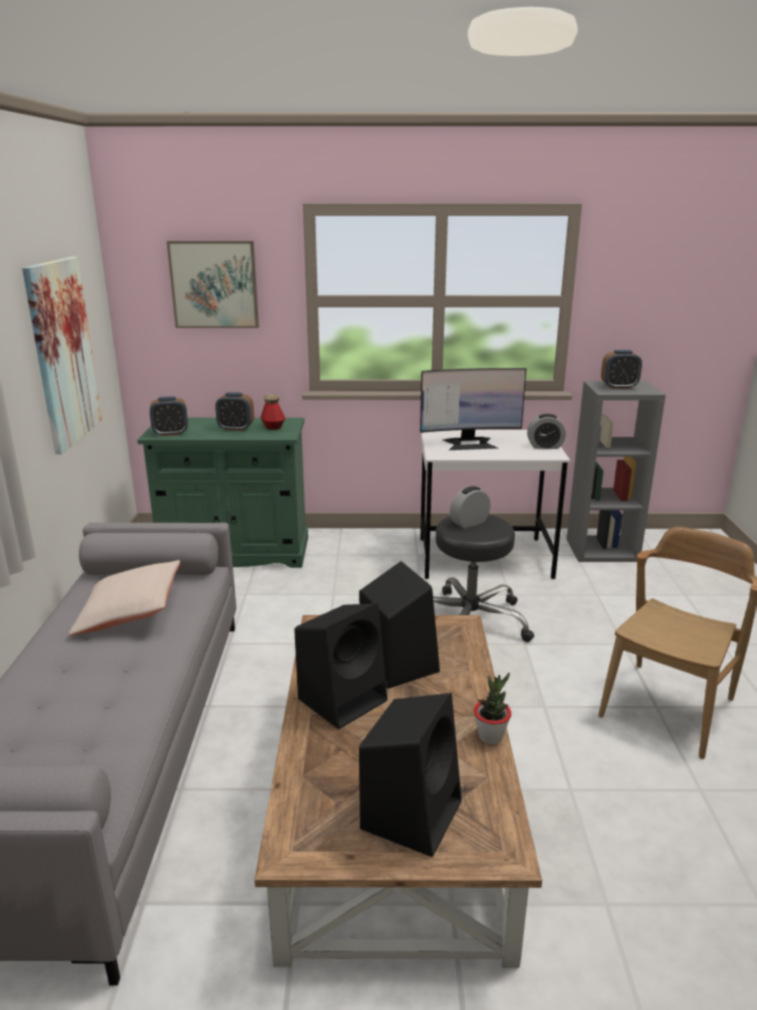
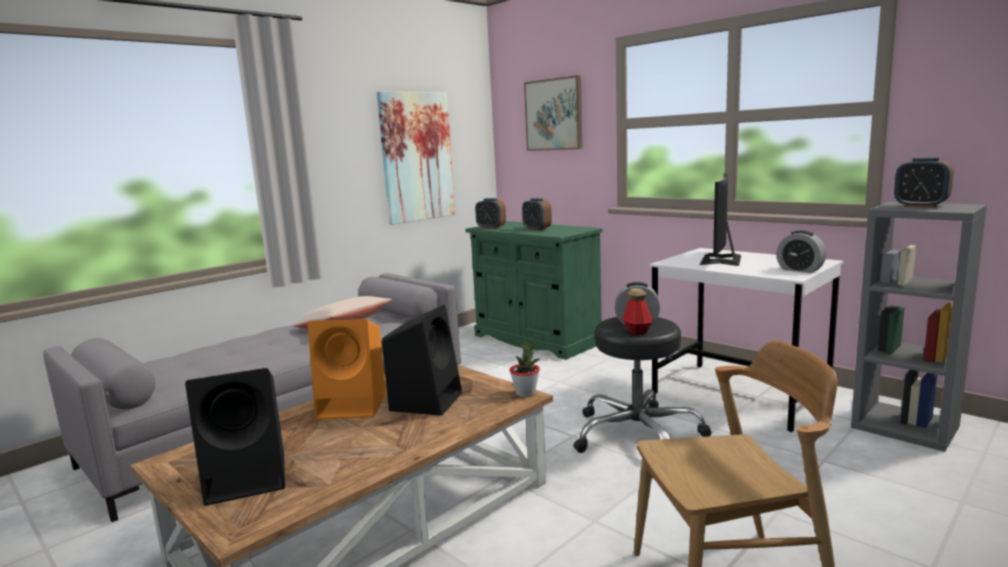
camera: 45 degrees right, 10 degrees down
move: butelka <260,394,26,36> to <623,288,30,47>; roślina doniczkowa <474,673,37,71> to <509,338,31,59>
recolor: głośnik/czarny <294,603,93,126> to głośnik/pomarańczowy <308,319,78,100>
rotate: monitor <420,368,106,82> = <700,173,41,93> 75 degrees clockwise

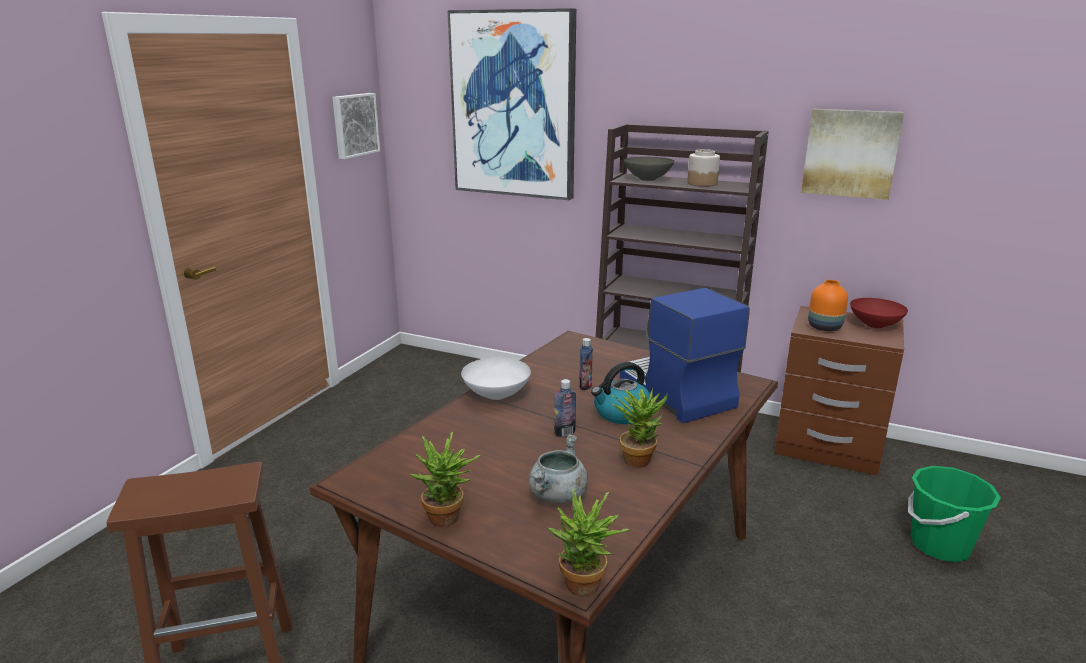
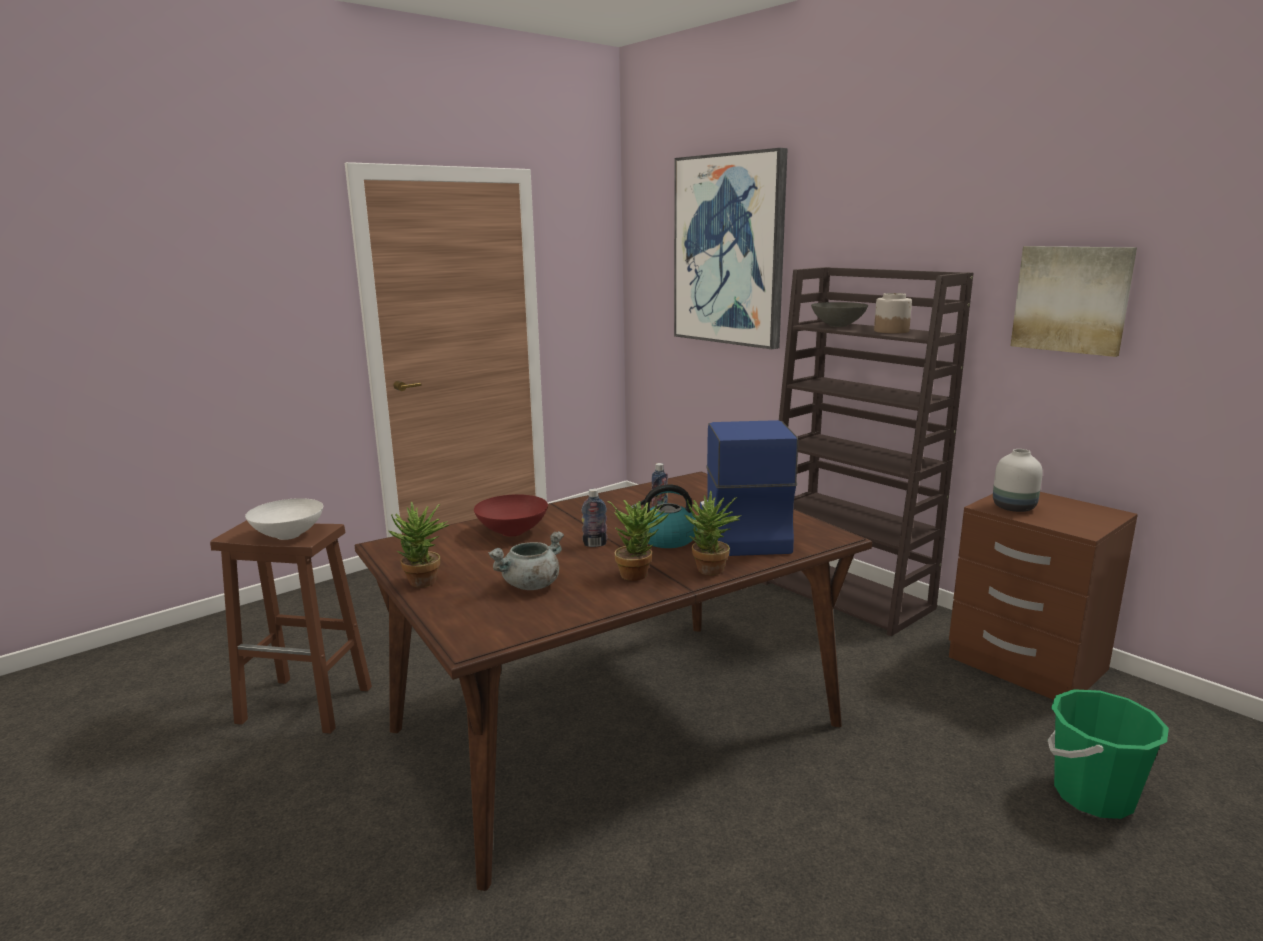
camera: 25 degrees right, 5 degrees down
delete: obraz <332,93,48,66>
move: miska/biały <461,357,70,43> to <245,498,78,42>; roślina doniczkowa <548,488,82,109> to <685,491,57,84>; miska/czerwony <850,298,58,30> to <474,494,74,43>
recolor: wazon/pomarańczowy <808,280,40,51> to wazon/biały <993,449,50,63>

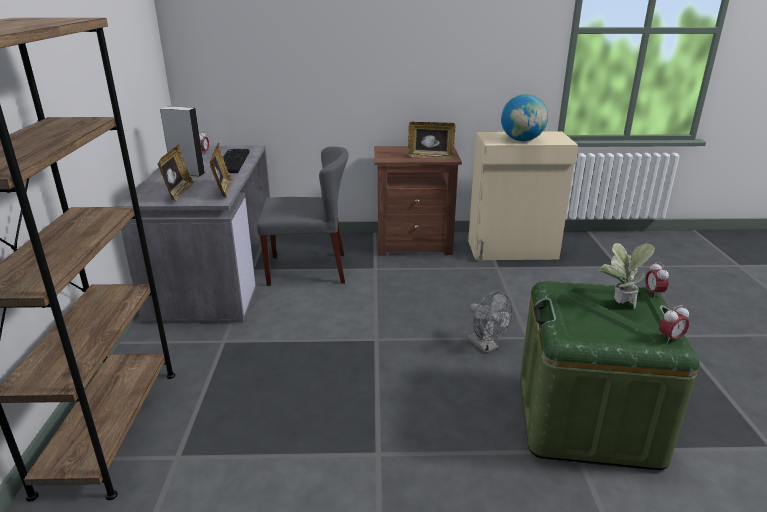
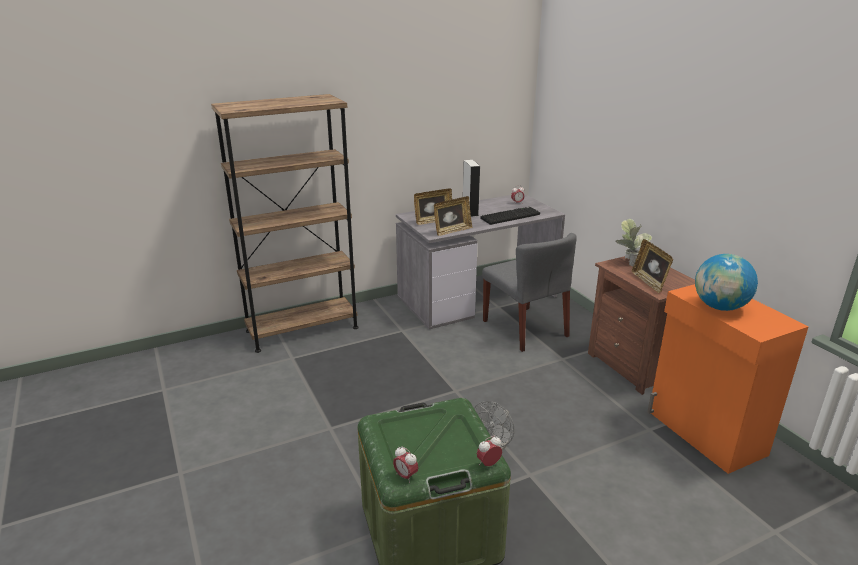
camera: 65 degrees right, 0 degrees up
move: roślina doniczkowa <599,243,56,66> to <616,219,36,47>
recolor: szafka/beżowy <468,132,110,128> to szafka/pomarańczowy <647,284,162,190>

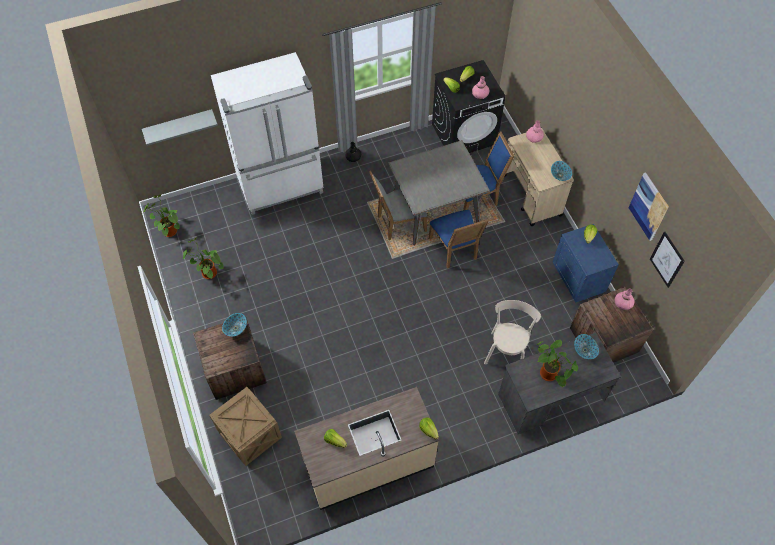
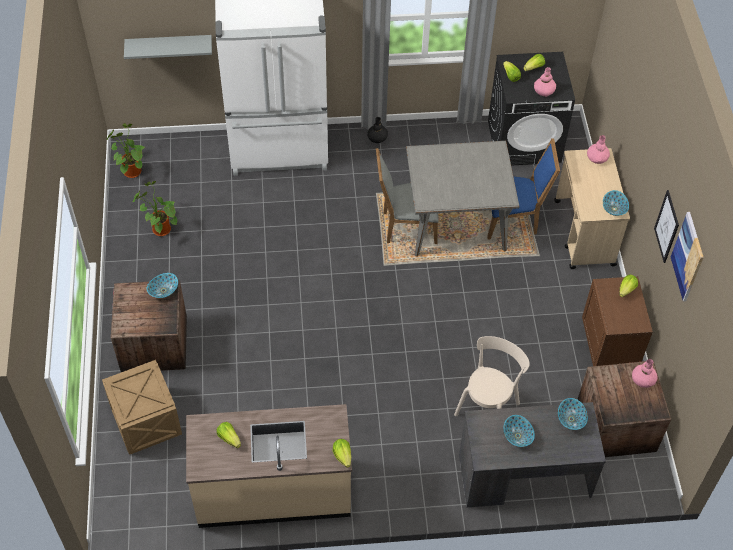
camera: 15 degrees right, 5 degrees down
delete: krzesło/niebieski <429,210,60,59>
move: obraz <650,232,35,56> to <654,190,25,73>
replace: roślina doniczkowa <537,339,41,48> to miska <504,415,31,32>
recolor: szafka nocna/niebieski <553,224,66,78> to szafka nocna/brązowy <582,276,71,90>

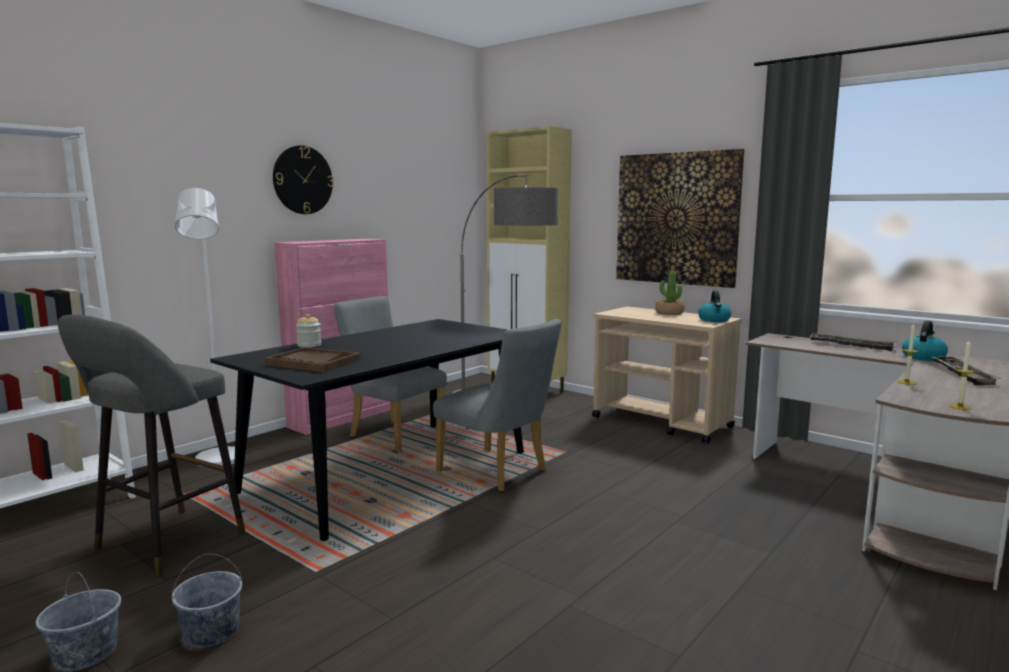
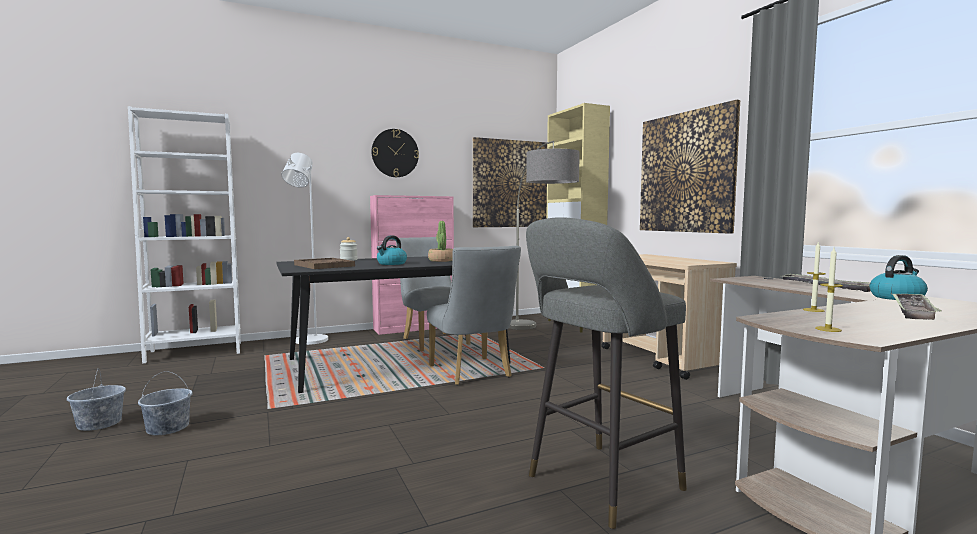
camera: 25 degrees right, 5 degrees down
insert: obraz <473,137,74,90>
move: stołek/szary <58,314,187,262> to <526,217,161,312>; roślina doniczkowa <655,271,29,44> to <428,221,25,41>; czajnik <698,290,33,32> to <377,236,30,29>

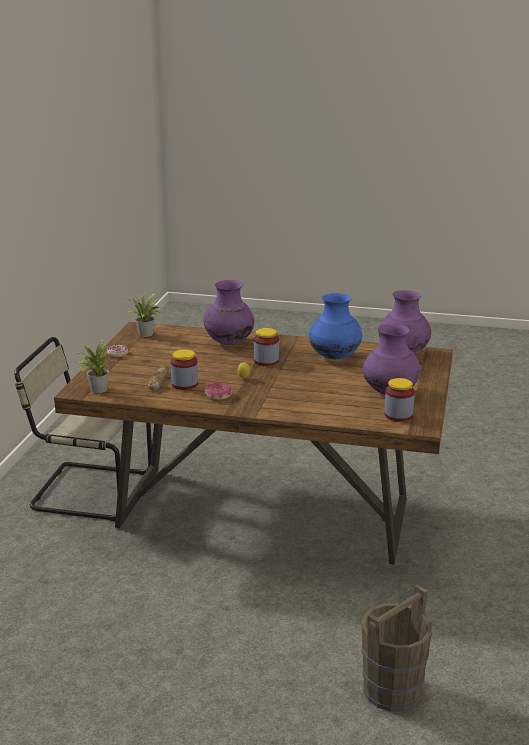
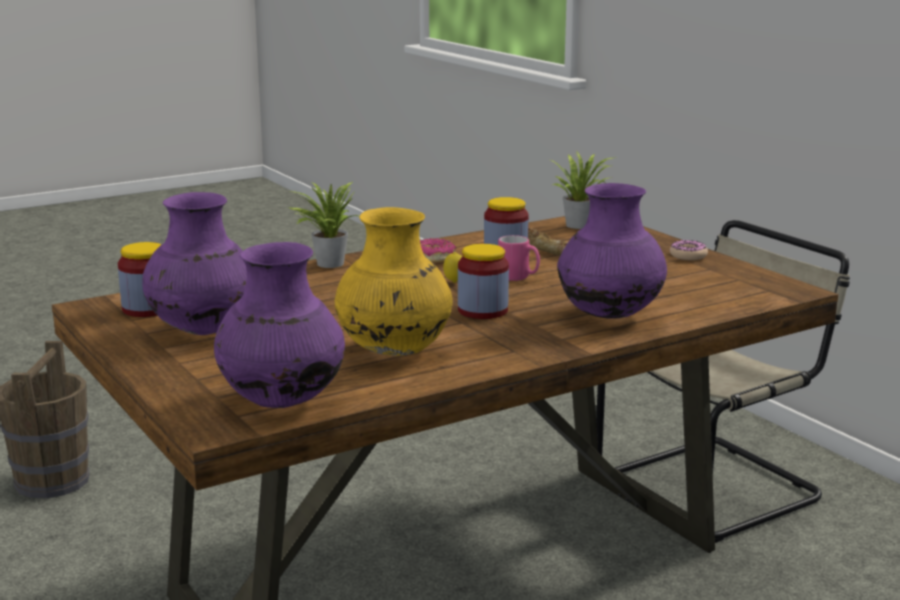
camera: 135 degrees right, 5 degrees down
insert: kubek/różowy <498,235,42,46>
move: roślina doniczkowa <127,292,34,45> to <289,182,71,86>
recolor: wazon/niebieski <309,293,53,66> to wazon/żółty <335,207,118,149>

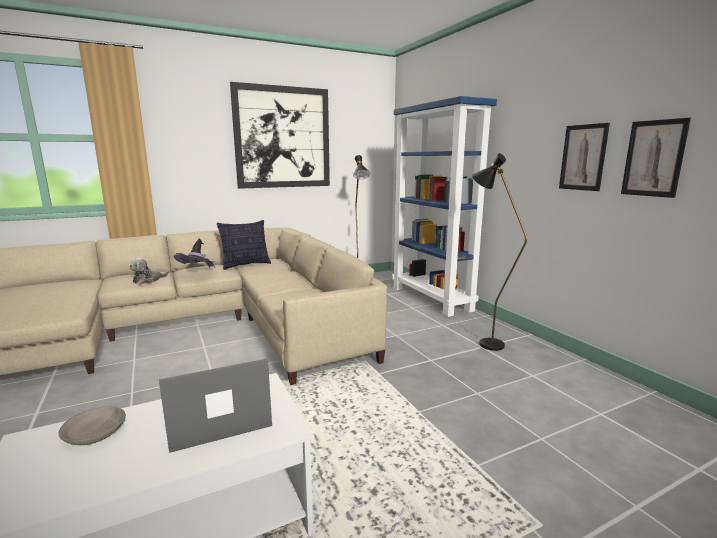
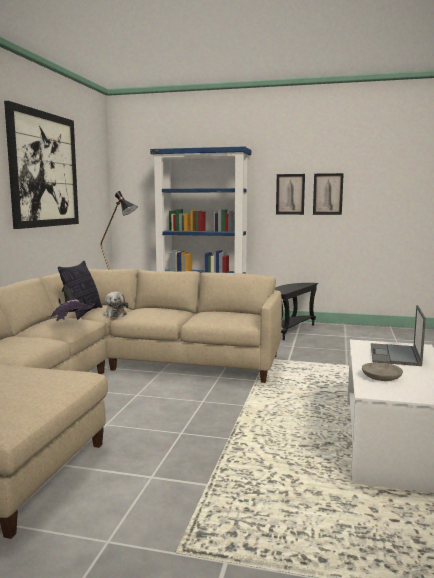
camera: 50 degrees left, 5 degrees down
move: pluszak <129,258,40,26> to <103,292,25,26>; obraz <621,118,70,80> to <276,174,29,41>
replace: lampa stojąca/czarny <472,153,55,198> to stolik/czarny <275,283,43,57>

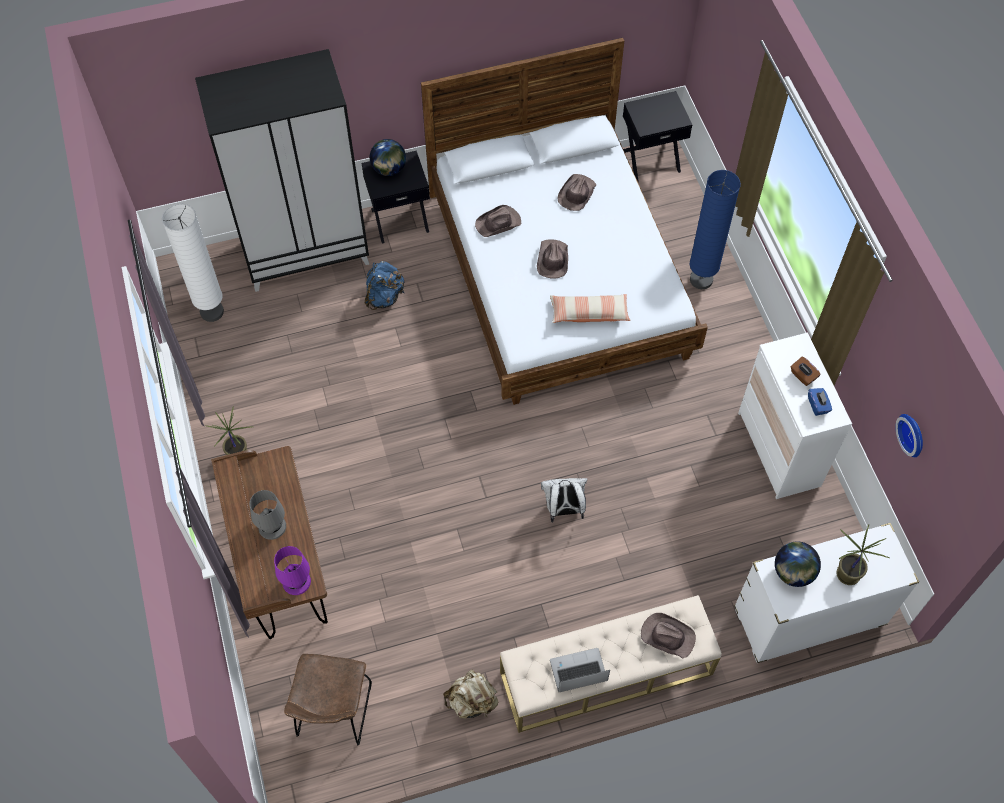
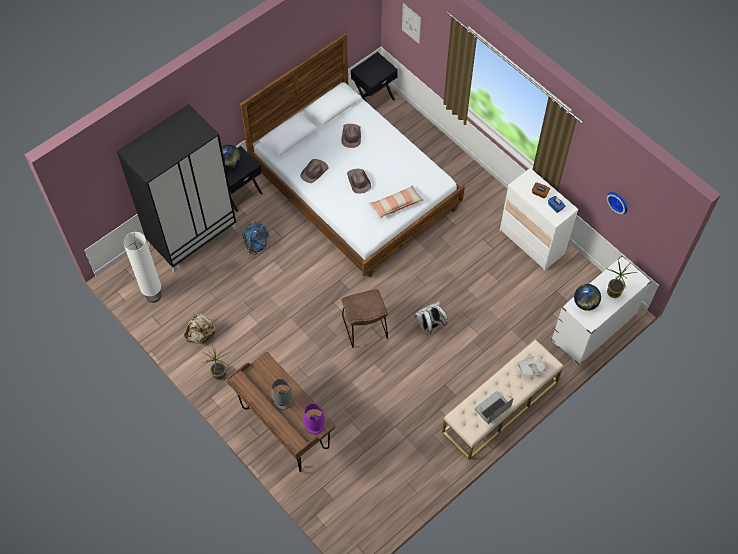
camera: 25 degrees left, 0 degrees up
delete: lampa stojąca/niebieski <690,170,51,119>
insert: obraz <402,3,19,41>
move: krzesło/brązowy <284,654,88,92> to <342,289,46,59>; plecak/beżowy <443,670,56,49> to <184,314,33,30>
replace: kapelusz/brązowy <641,613,55,46> to gazeta <518,355,27,20>

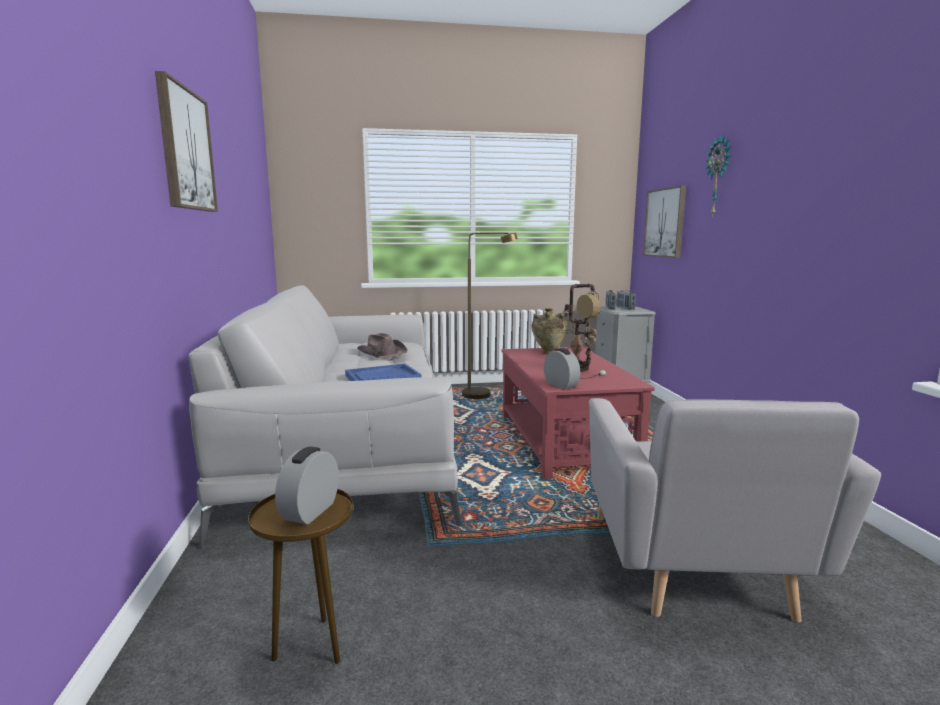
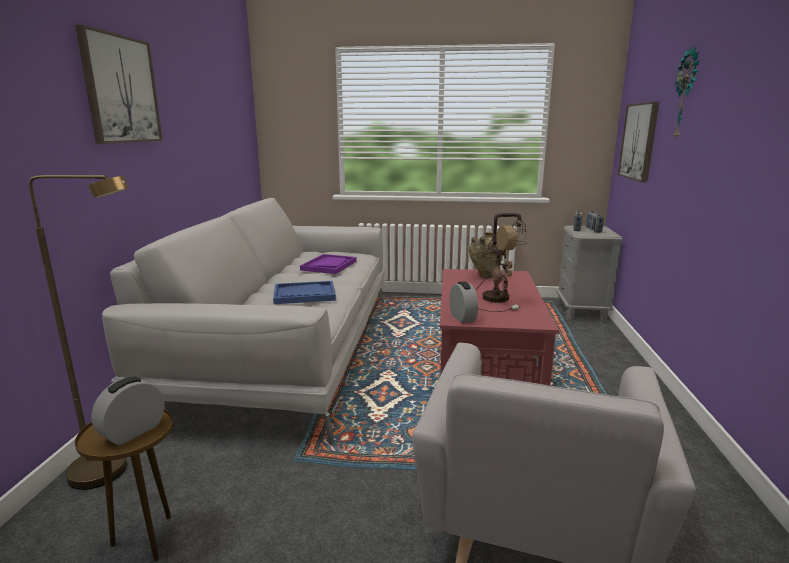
camera: 15 degrees right, 5 degrees up
move: lampa stojąca/brązowy <462,232,56,167> to <29,175,100,315>
replace: kapelusz/brązowy <357,333,50,26> to taca/fioletowy <300,254,57,20>

